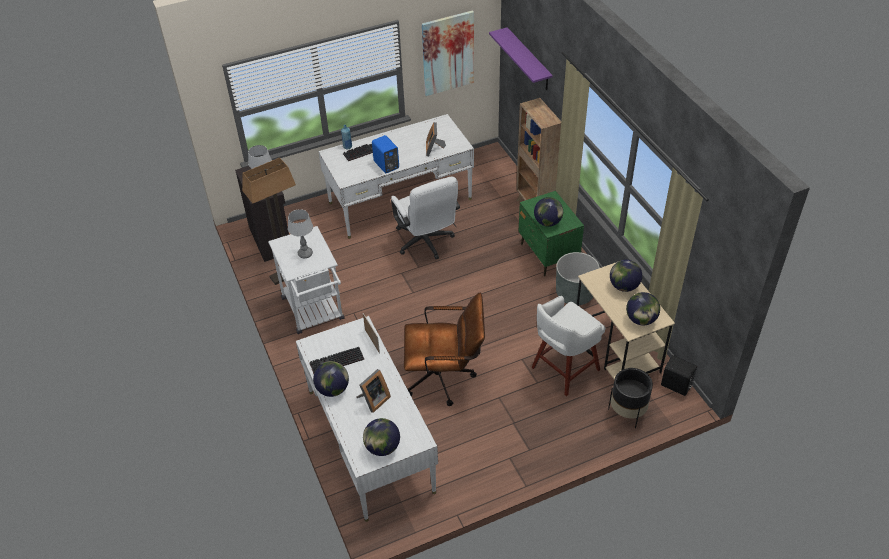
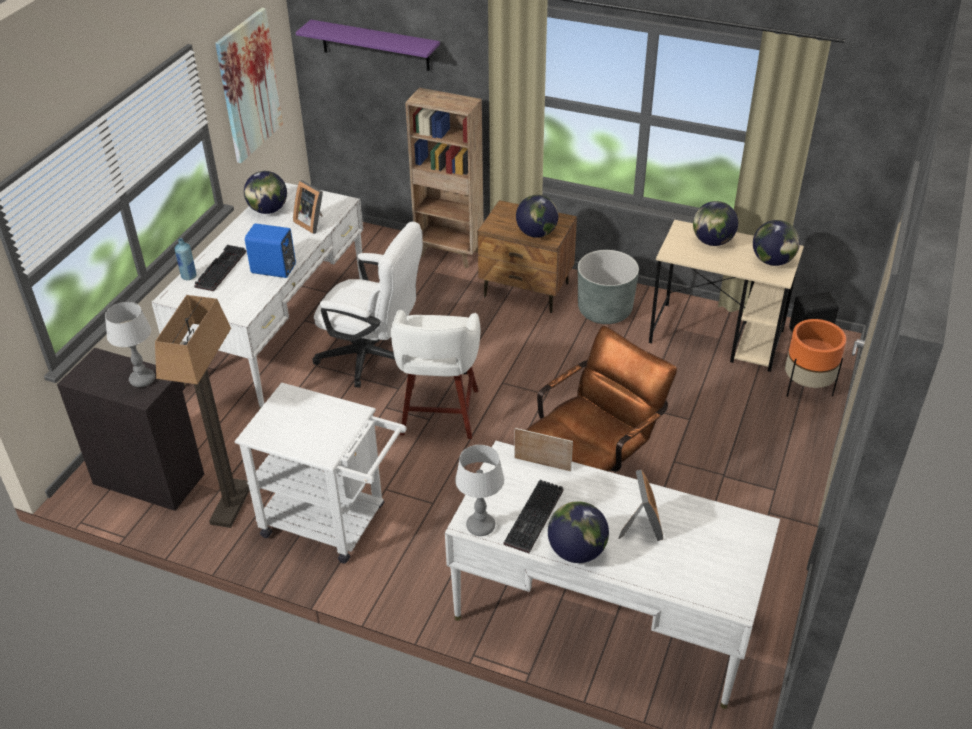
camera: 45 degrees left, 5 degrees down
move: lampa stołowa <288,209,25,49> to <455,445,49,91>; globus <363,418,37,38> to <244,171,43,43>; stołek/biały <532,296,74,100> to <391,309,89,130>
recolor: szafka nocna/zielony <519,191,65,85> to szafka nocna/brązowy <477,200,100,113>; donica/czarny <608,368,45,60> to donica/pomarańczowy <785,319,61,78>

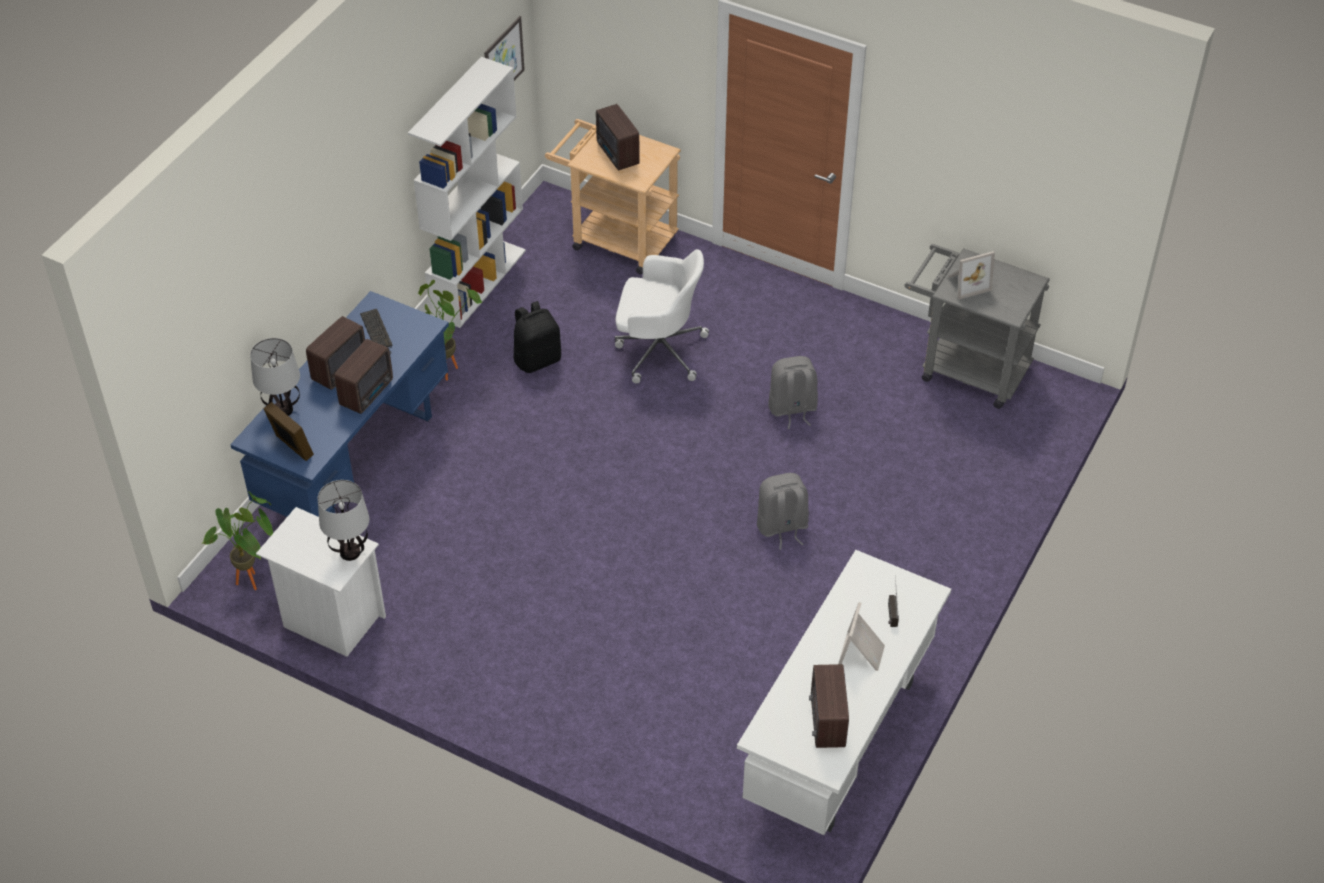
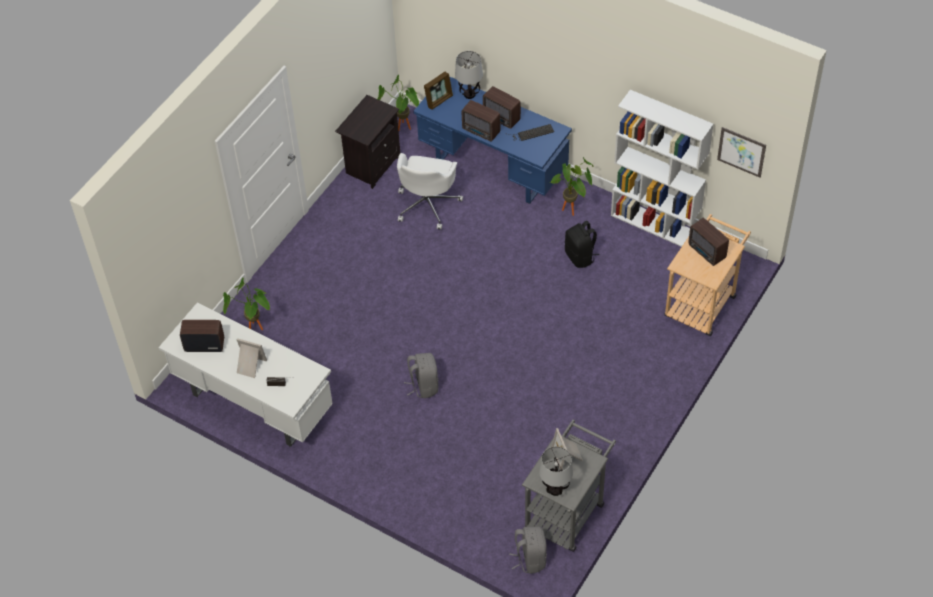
camera: 95 degrees right, 5 degrees up
insert: roślina doniczkowa <223,278,47,52>
move: lampa stołowa <318,480,51,81> to <539,446,34,50>; krzesło biurowe/biały <615,249,94,134> to <397,153,66,76>; plecak/szary <768,356,50,73> to <509,526,38,48>
recolor: szafka nocna/biały <256,507,130,150> to szafka nocna/czarny <335,95,65,94>
rotate: radio <596,104,44,66> = <688,218,41,48> 105 degrees counterclockwise

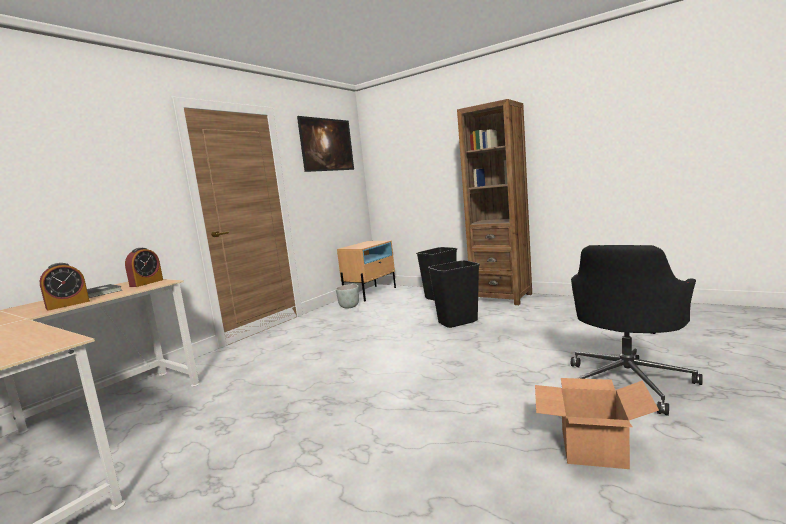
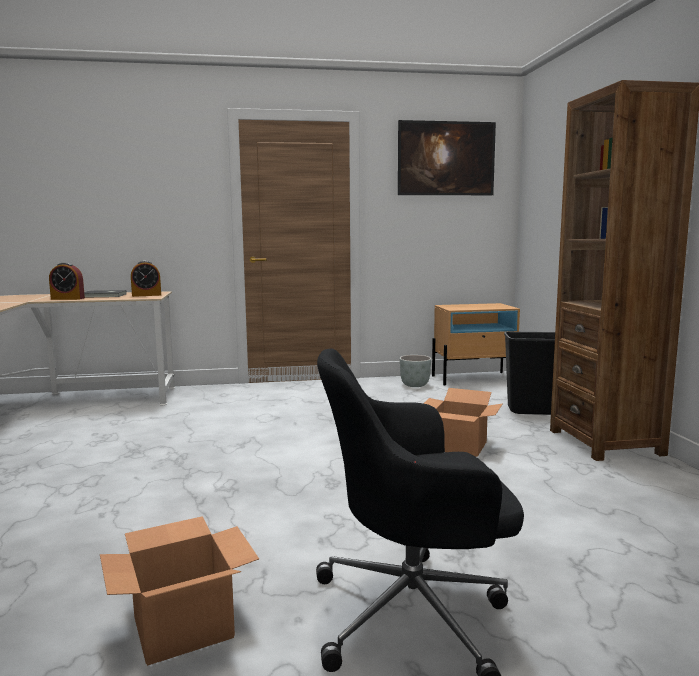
camera: 45 degrees right, 0 degrees up
replace: kosz na śmieci/czarny <428,260,52,68> to karton <423,388,79,69>

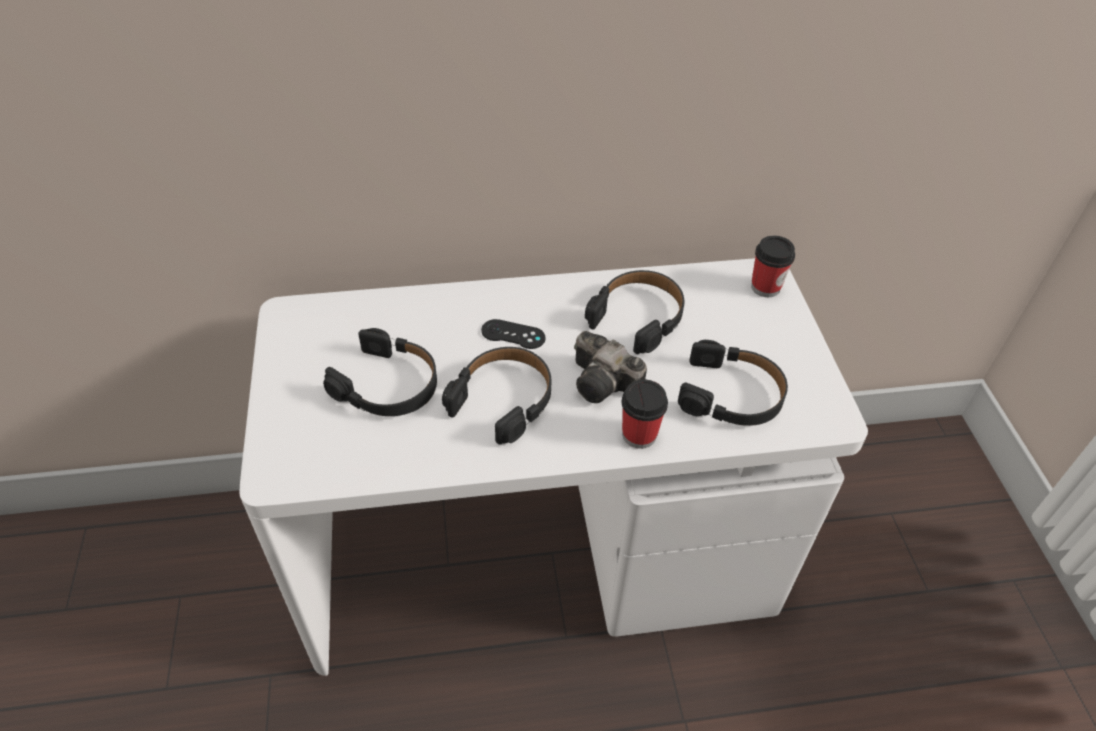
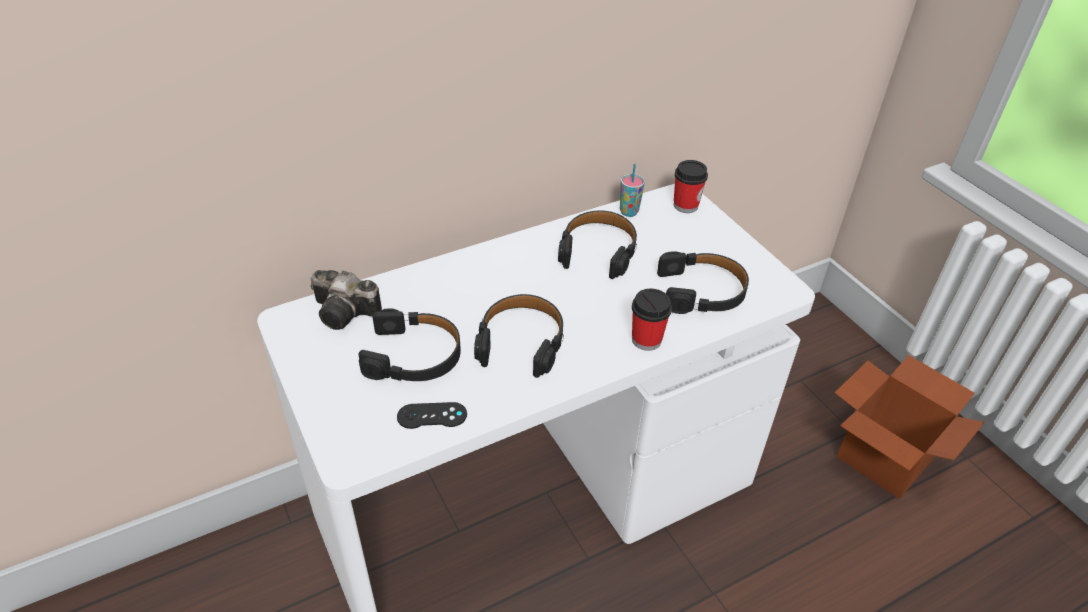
camera: 20 degrees left, 5 degrees down
insert: filiżanka <620,164,25,53>; karton <835,355,150,144>
move: pad do gier/czarny <481,319,65,30> to <397,402,70,27>; aparat fotograficzny <574,331,73,72> to <311,270,71,60>

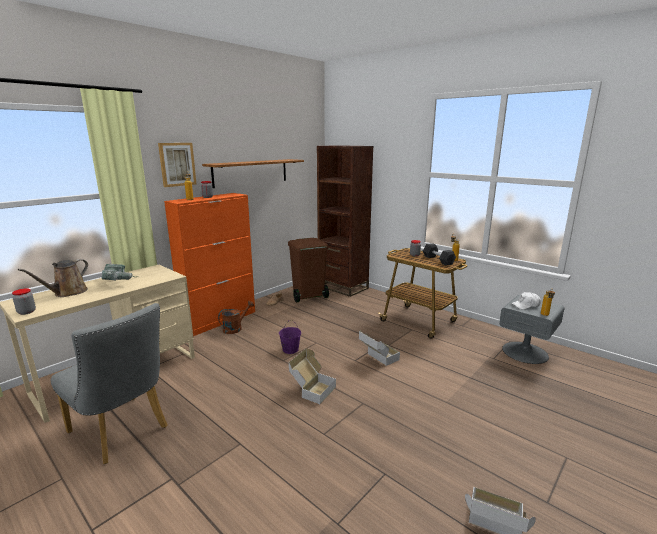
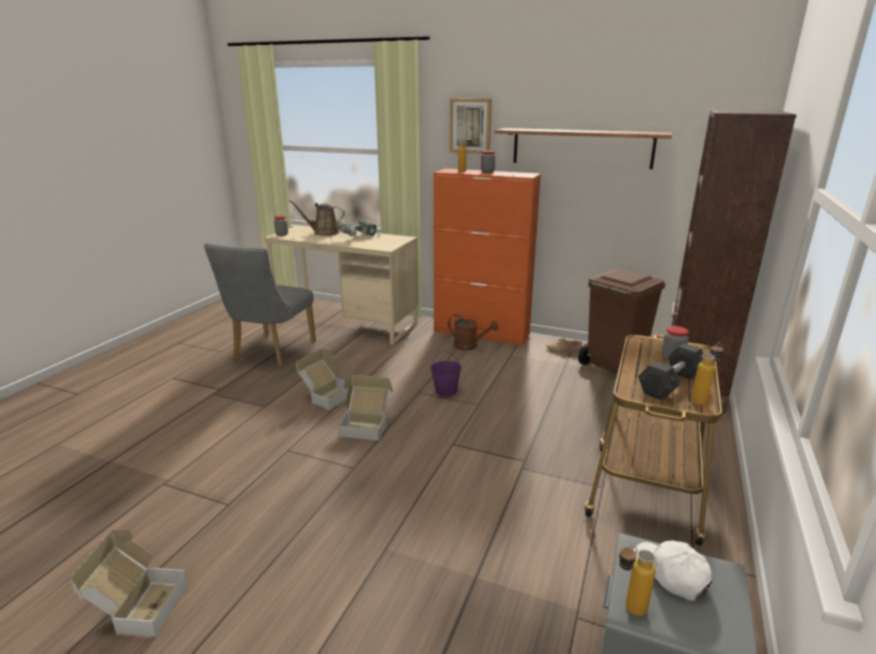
camera: 70 degrees right, 5 degrees up
move: karton <359,330,41,36> to <296,349,53,61>

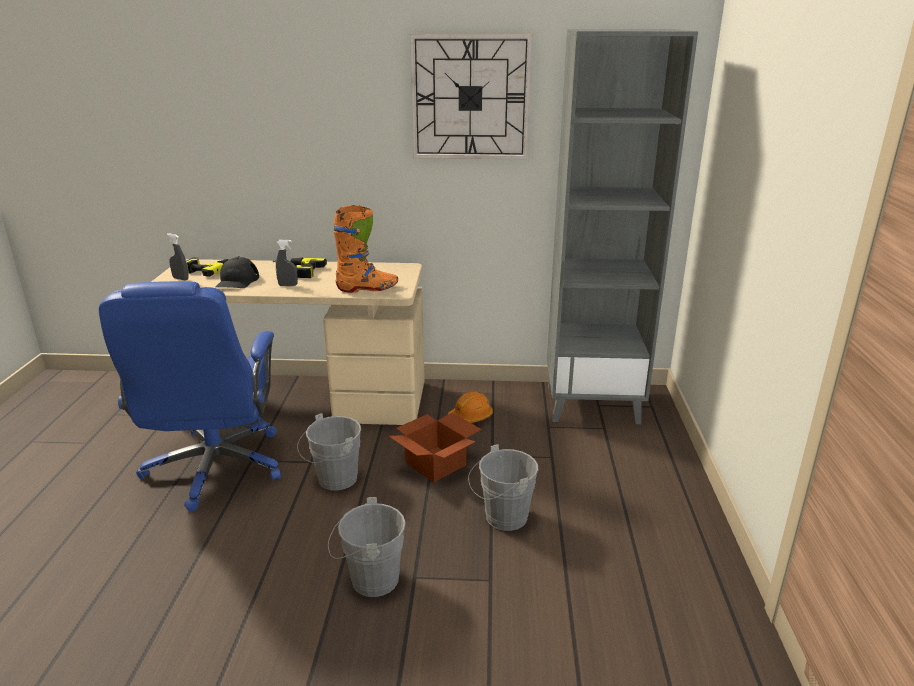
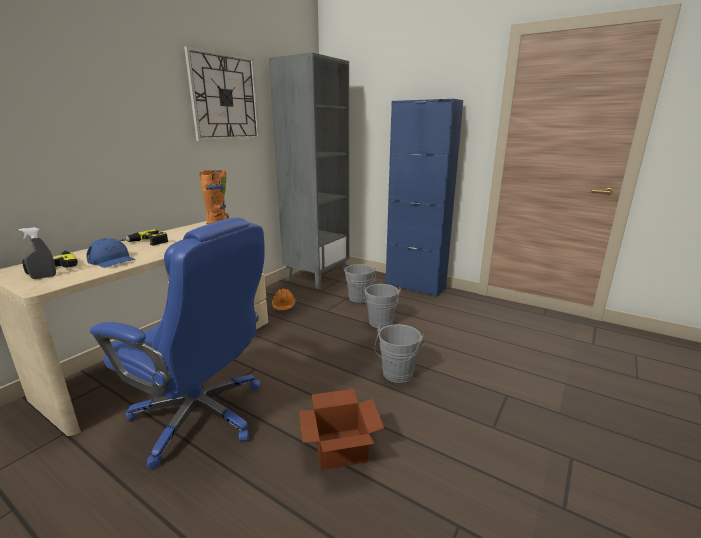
camera: 60 degrees left, 5 degrees down
delete: spryskiwacz/szary <276,240,22,46>
insert: szafka/niebieski <386,99,77,198>
move: wiadro/szary <297,413,64,78> to <344,264,31,39>; karton <389,412,93,71> to <299,389,85,81>
recolor: czapka z daszkiem/czarny <215,257,44,31> to czapka z daszkiem/niebieski <86,238,50,30>

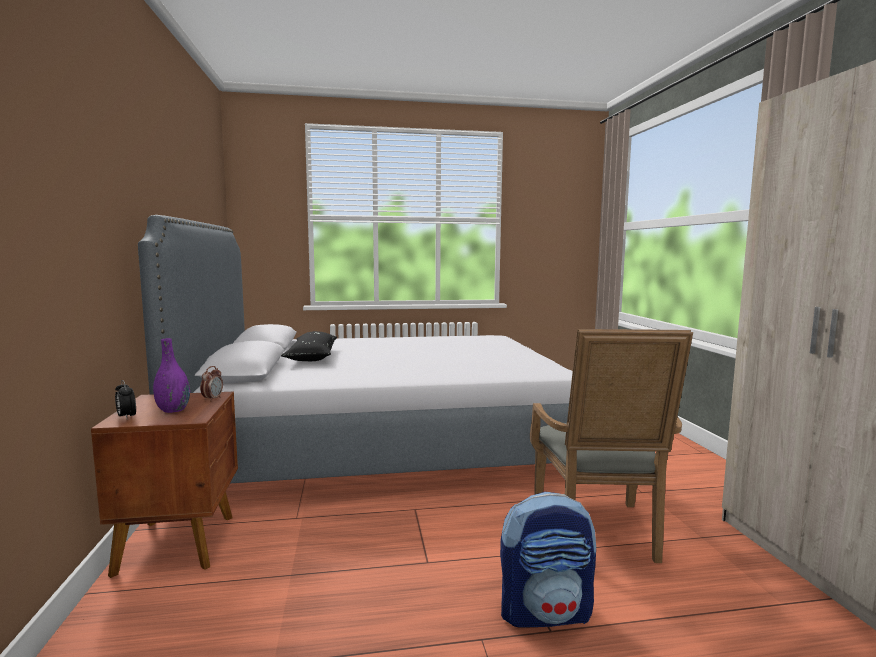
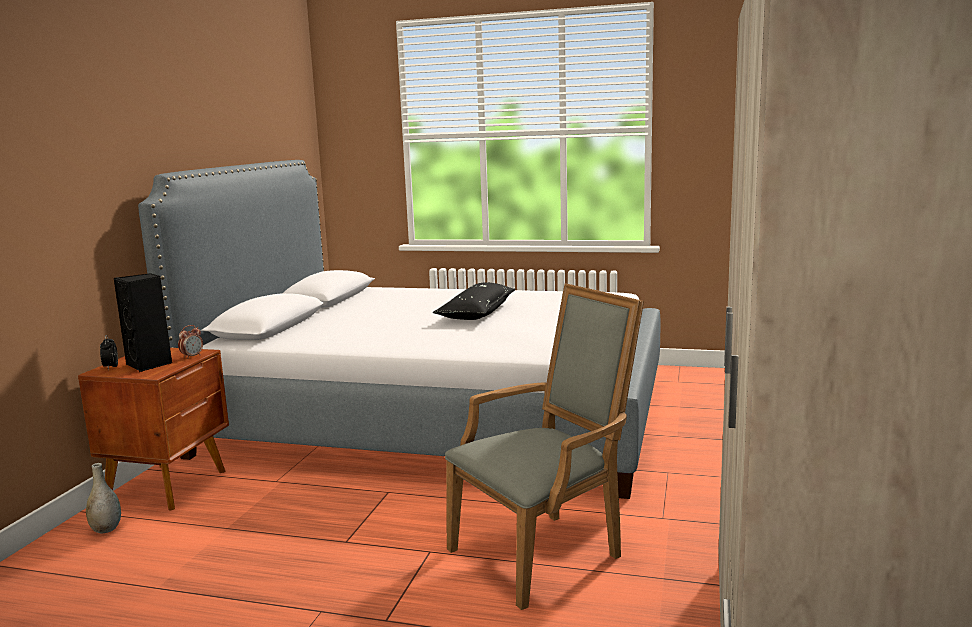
camera: 25 degrees right, 5 degrees up
delete: plecak <500,492,96,136>
insert: wazon/szary <86,463,35,71>
move: poduszka/czarny <281,331,56,30> to <433,283,82,37>
replace: wazon/fioletowy <153,338,37,75> to głośnik/czarny <114,273,59,99>
rotate: fotel/szary <530,329,163,234> = <445,284,199,326> 150 degrees counterclockwise

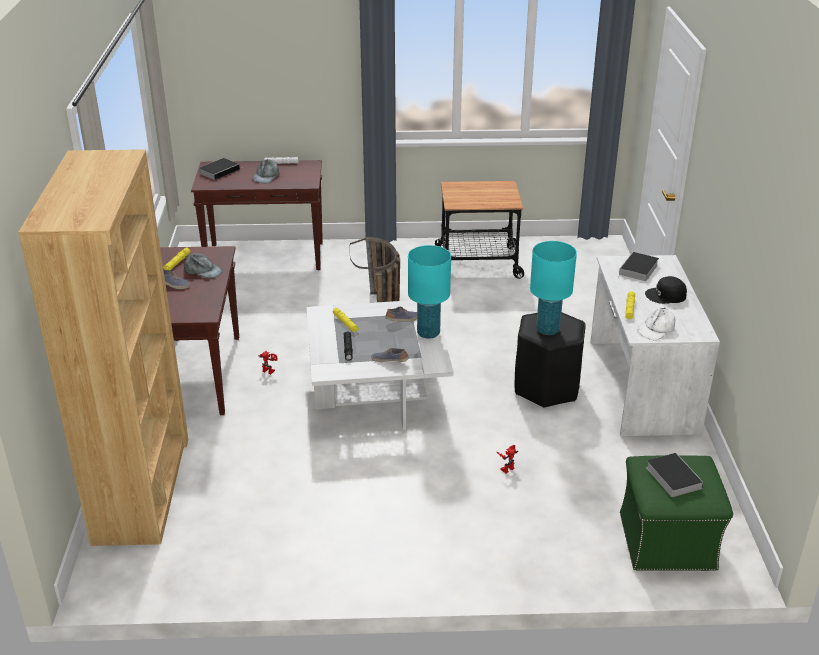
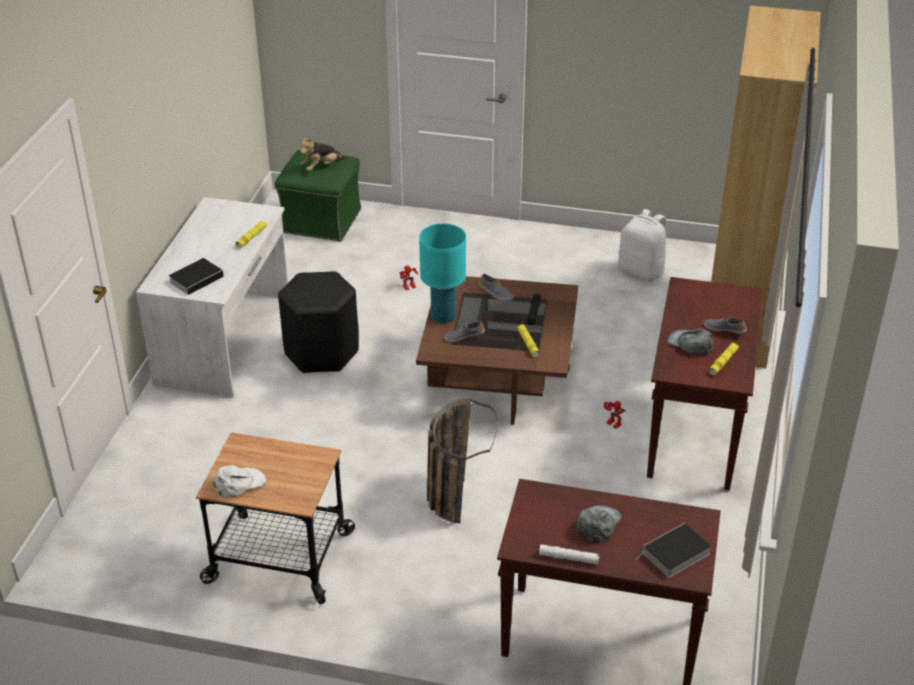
camera: 165 degrees left, 5 degrees up
delete: lampa stołowa/turkusowy <530,241,47,94>; czapka z daszkiem/czarny <645,276,42,28>
insert: plecak/biały <618,209,49,72>
move: czapka z daszkiem/biały <637,308,38,32> to <213,465,53,33>
replace: książka <646,453,57,44> to pluszak <299,138,45,33>
recolor: ława/biały <307,300,147,130> to ława/brązowy <416,276,162,149>

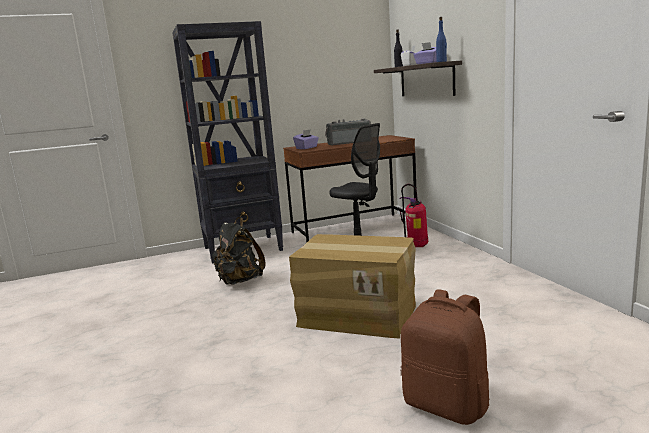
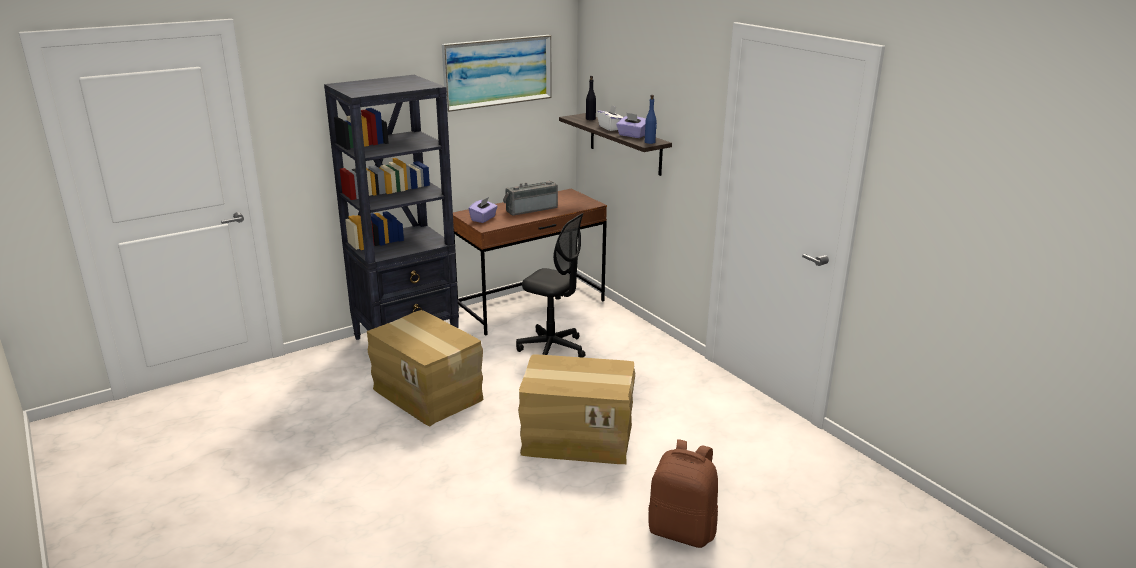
camera: 15 degrees left, 10 degrees up
delete: gaśnica <399,184,29,63>
insert: obraz <442,35,109,77>
replace: plecak/czarny <212,217,54,68> to karton <367,310,117,117>

